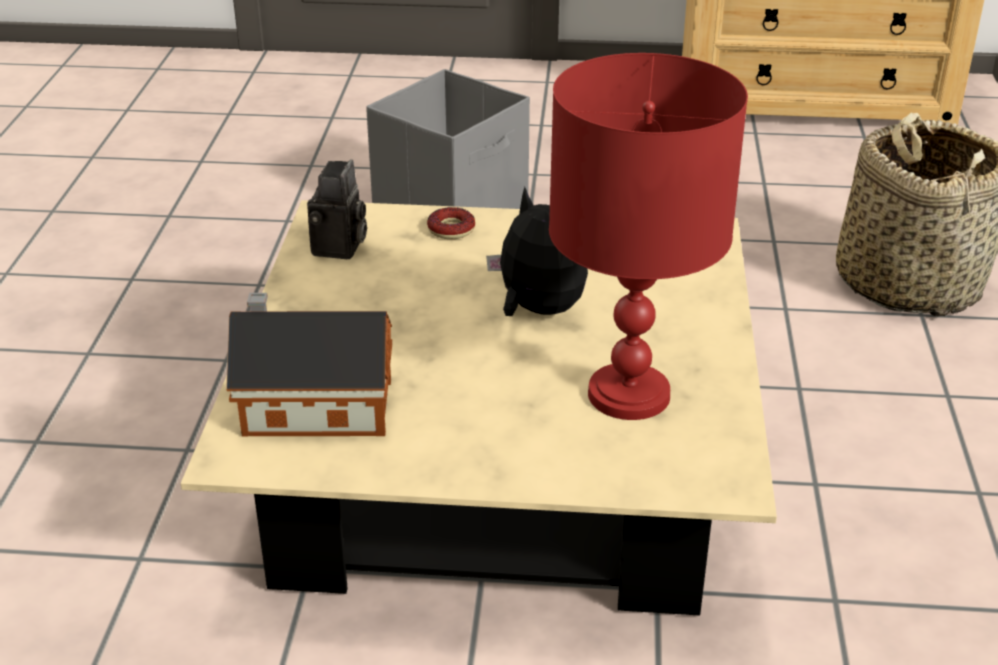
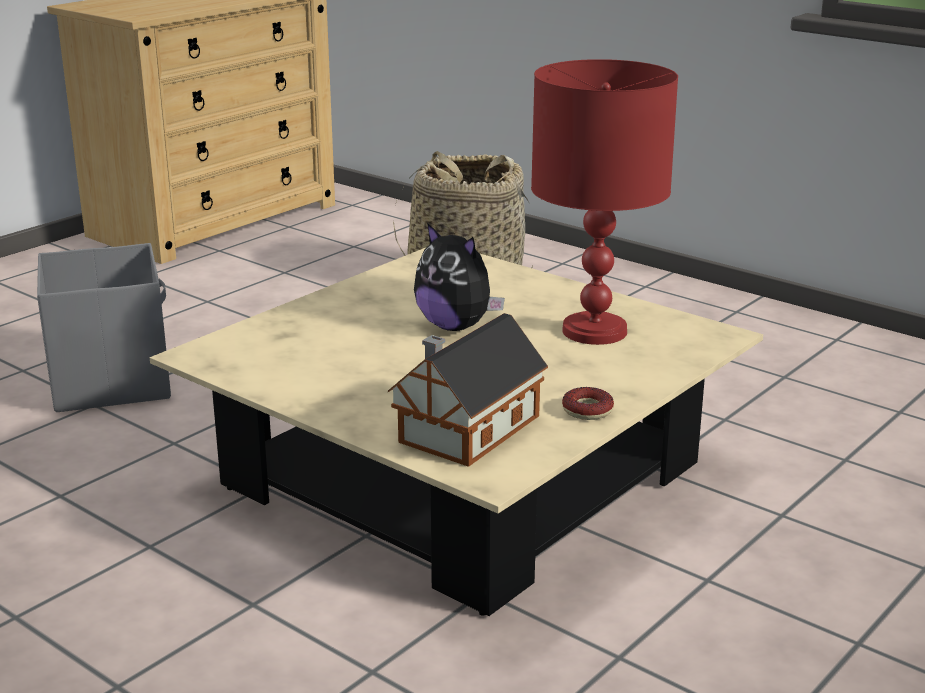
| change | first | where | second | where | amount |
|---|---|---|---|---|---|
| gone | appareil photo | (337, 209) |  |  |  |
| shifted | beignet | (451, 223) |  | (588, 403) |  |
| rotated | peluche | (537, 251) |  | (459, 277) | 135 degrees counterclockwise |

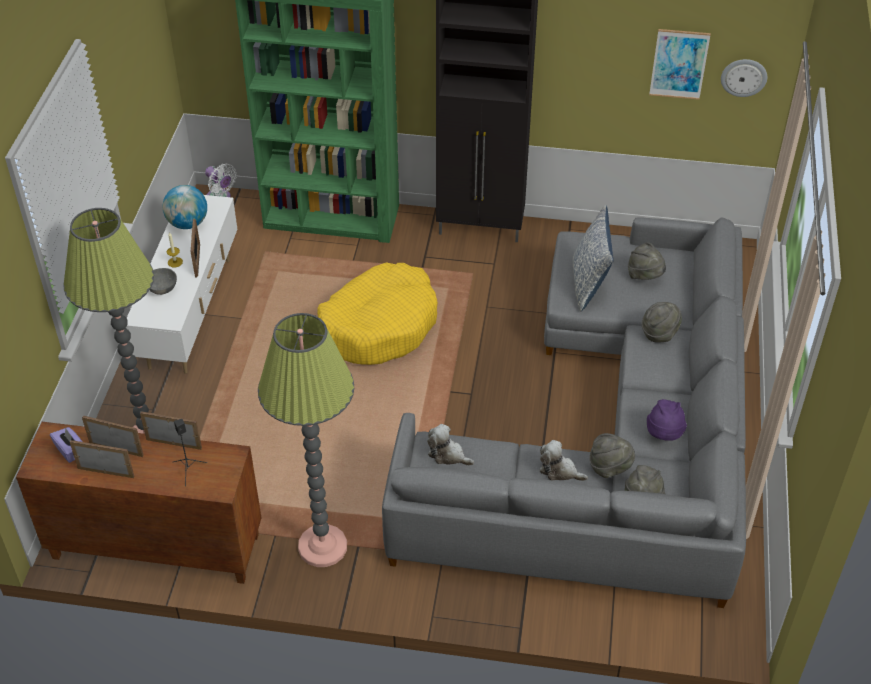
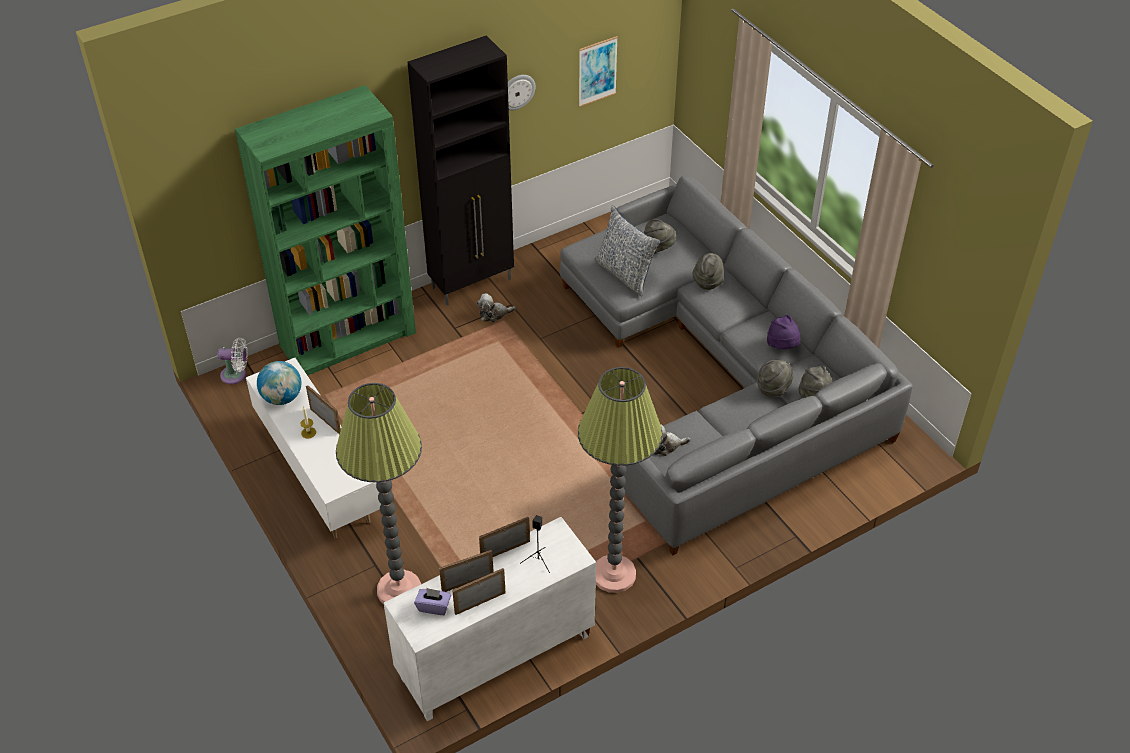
| change | first | where | second | where | amount |
|---|---|---|---|---|---|
| repainted | meuble de rangement/marron | (138, 503) | meuble de rangement/blanc | (489, 619) |  |
| gone | bol/gris | (163, 281) |  |  |  |
| gone | panier pour chien/jaune | (377, 313) |  |  |  |
| shifted | peluche | (564, 460) |  | (496, 307) |  |
| shifted | horloge murale | (744, 78) |  | (521, 92) |  |

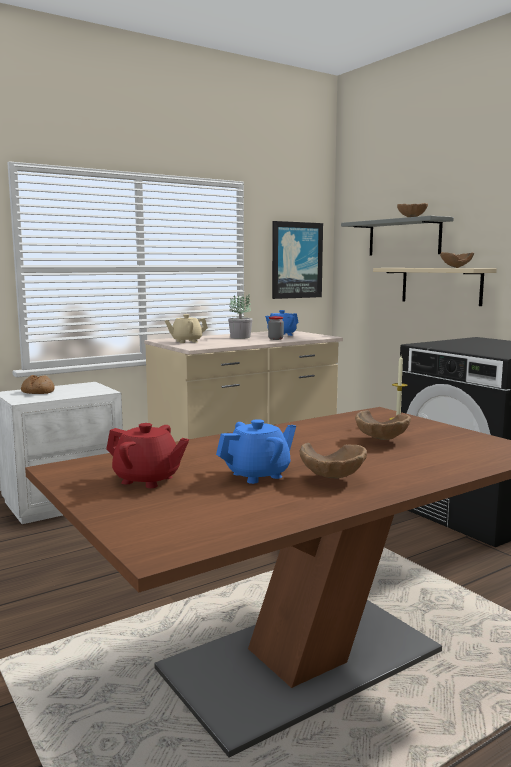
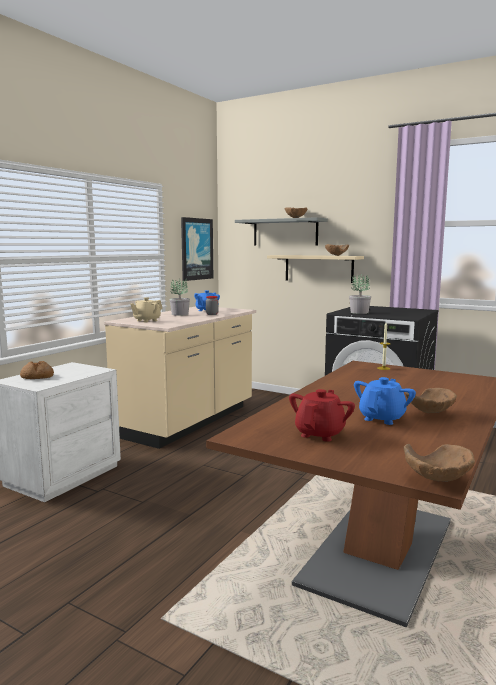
| change | first | where | second | where | amount |
|---|---|---|---|---|---|
| rotated | théière/rouge | (147, 455) |  | (322, 415) | 60 degrees counterclockwise |
| shifted | bol/marron | (383, 425) |  | (439, 463) |  |
| new |  |  | plante en pot | (360, 294) |  |

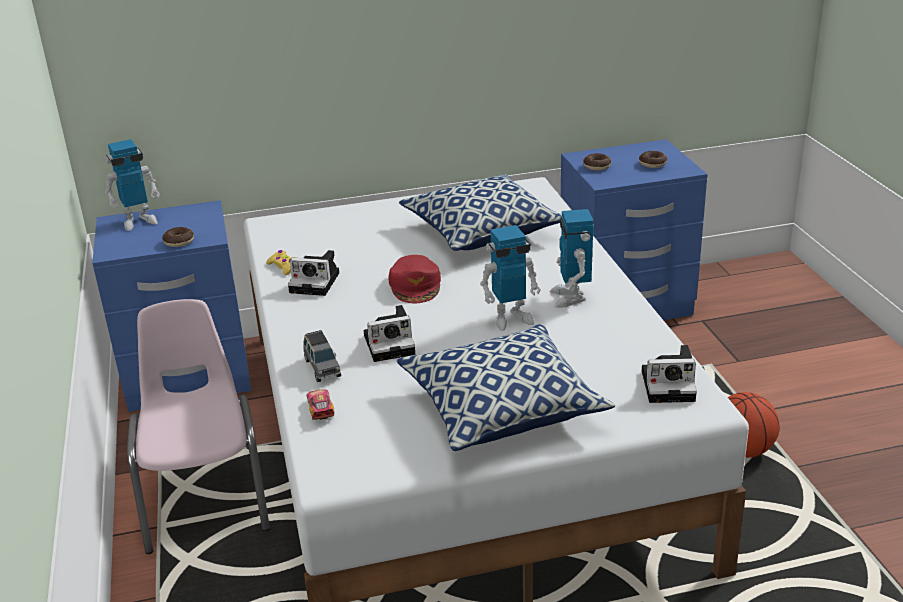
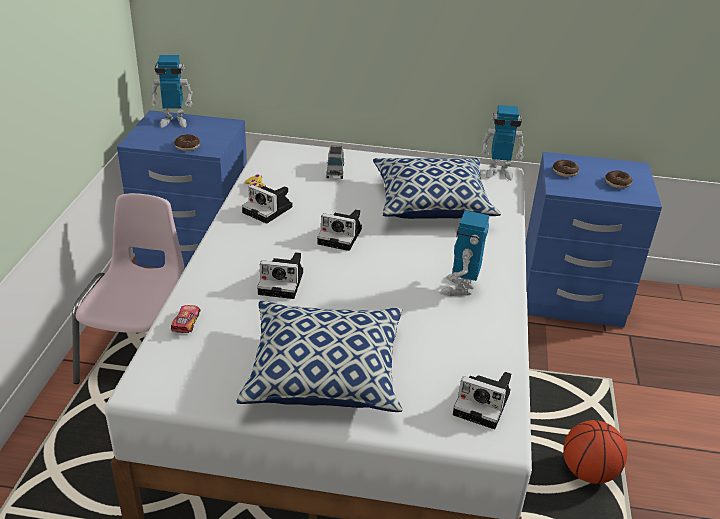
| change | first | where | second | where | amount |
|---|---|---|---|---|---|
| shifted | petite voiture/gris | (322, 356) |  | (335, 162) |  |
| swapped | casquette/rouge | (414, 279) | appareil photo | (339, 230) |  |
| shifted | robot jouet | (510, 278) |  | (502, 142) |  |

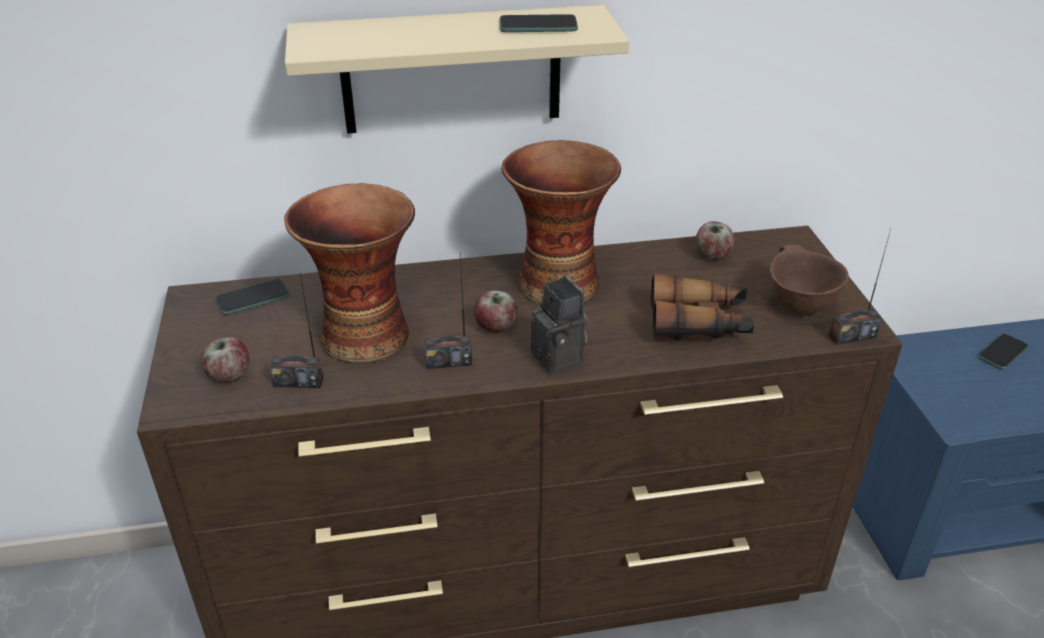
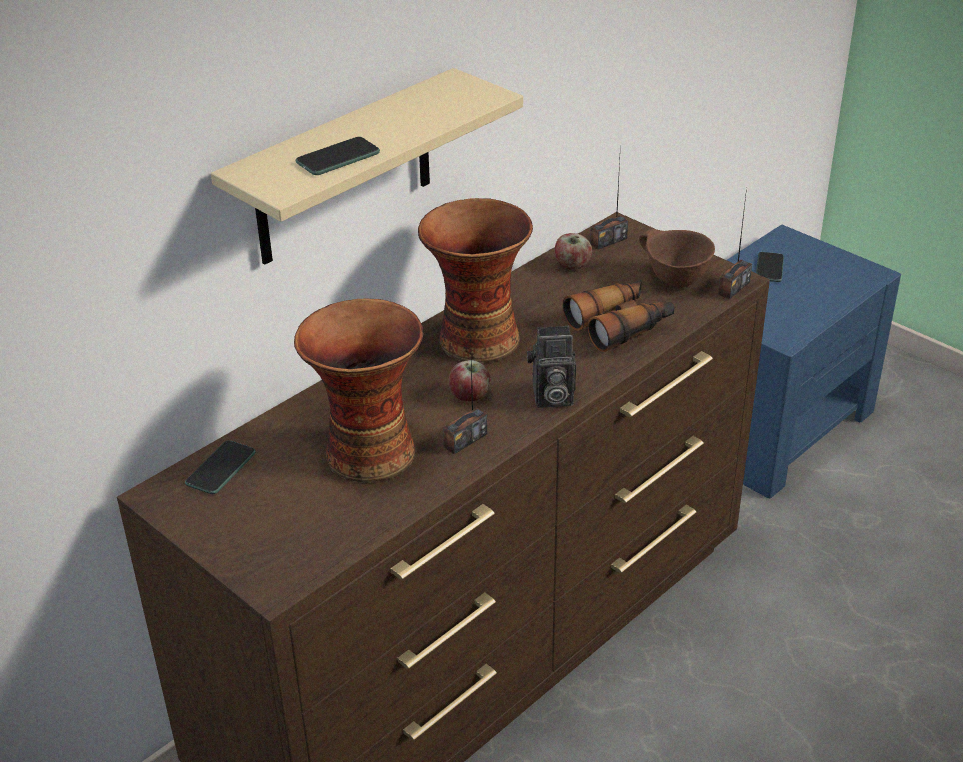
| change | first | where | second | where | amount |
|---|---|---|---|---|---|
| gone | pomme | (225, 360) |  |  |  |
| shifted | radio | (296, 331) |  | (609, 197) |  |
| shifted | téléphone | (538, 23) |  | (338, 156) |  |
| rotated | appareil photo | (559, 325) |  | (551, 367) | 150 degrees clockwise |

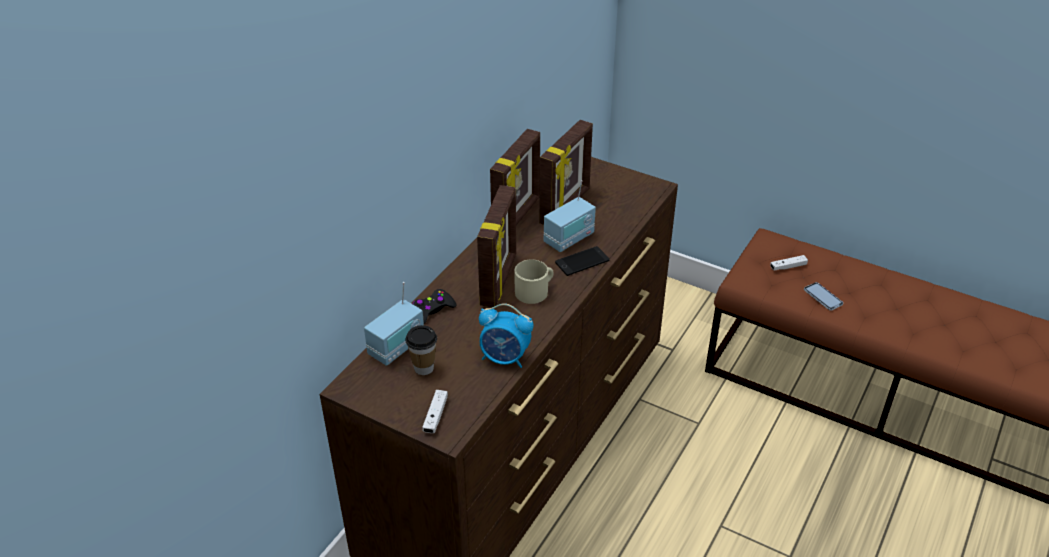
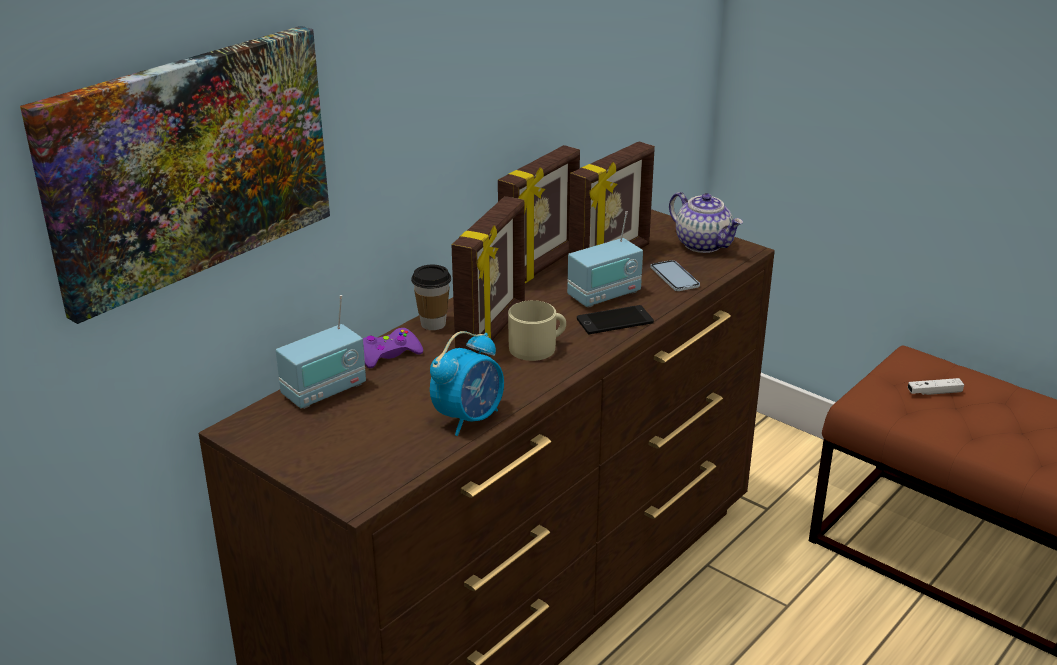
| change | first | where | second | where | amount |
|---|---|---|---|---|---|
| shifted | tasse | (421, 350) |  | (431, 297) |  |
| repainted | manette/noir | (435, 306) | manette/violet | (393, 348) |  |
| gone | manette/blanc | (435, 411) |  |  |  |
| rotated | réveil | (506, 335) |  | (467, 383) | 75 degrees counterclockwise |
| shifted | téléphone | (823, 296) |  | (675, 275) |  |
| new |  |  | tableau | (175, 175) |  |
| new |  |  | théière | (706, 222) |  |

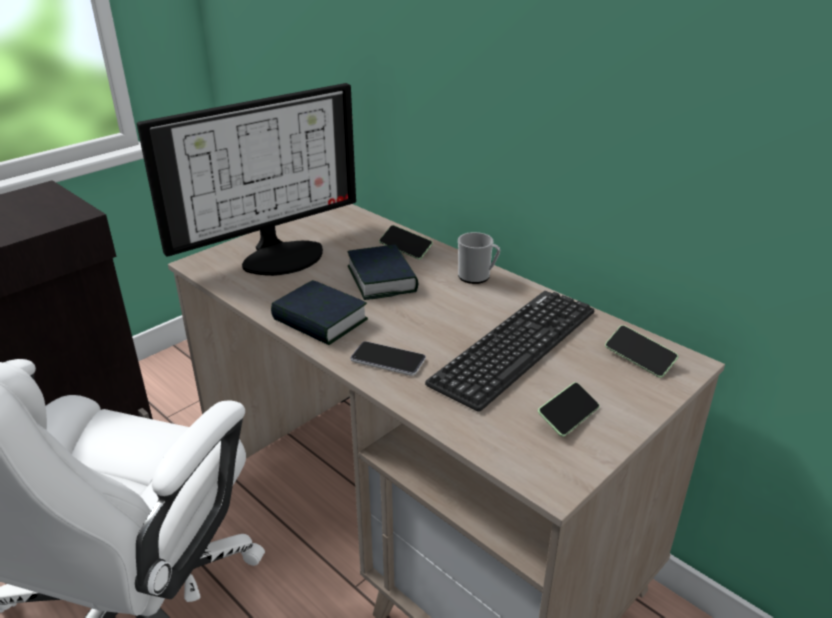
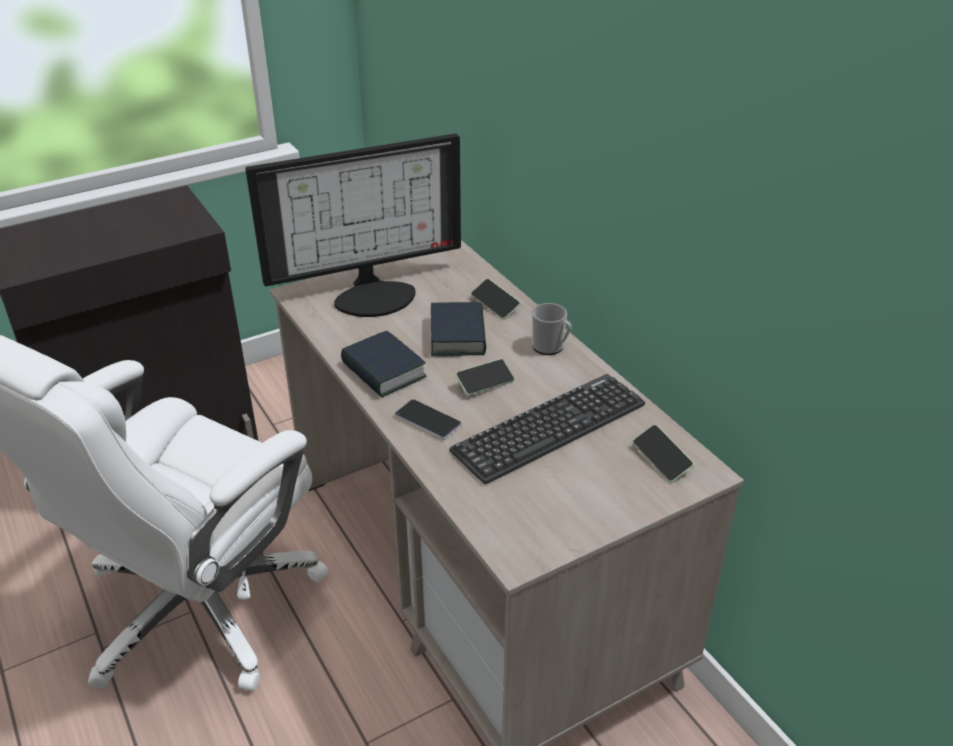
| change | first | where | second | where | amount |
|---|---|---|---|---|---|
| shifted | téléphone | (569, 409) |  | (485, 377) |  |

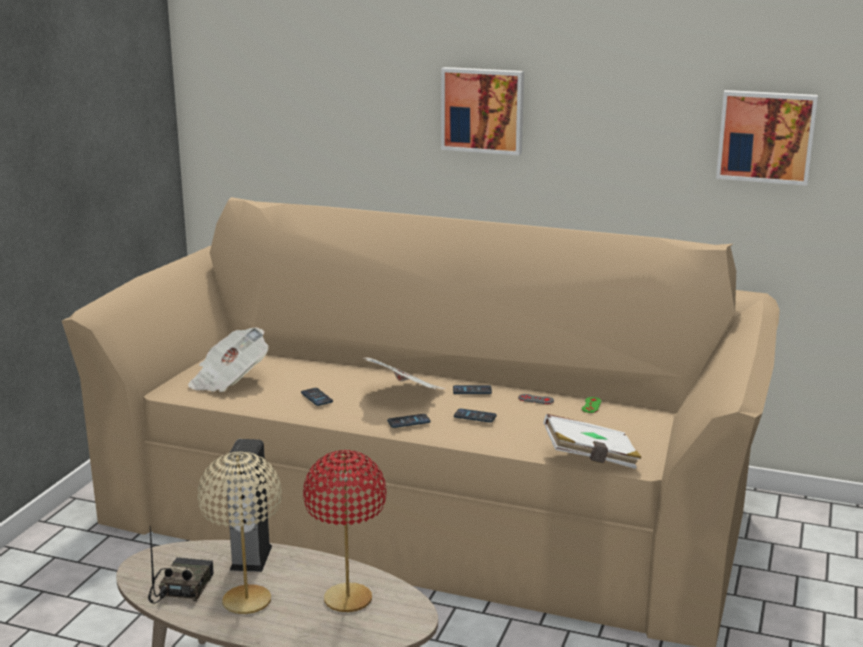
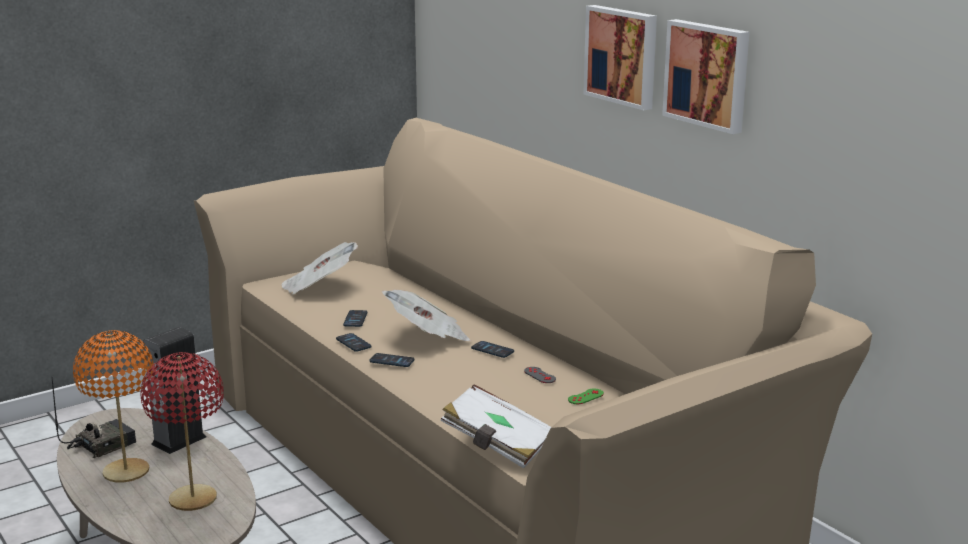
| change | first | where | second | where | amount |
|---|---|---|---|---|---|
| repainted | lampe de table/beige | (239, 532) | lampe de table/orange | (113, 406) |  |
| shifted | téléphone | (475, 416) |  | (354, 342) |  |
| shifted | tableau | (767, 138) |  | (706, 76) |  |

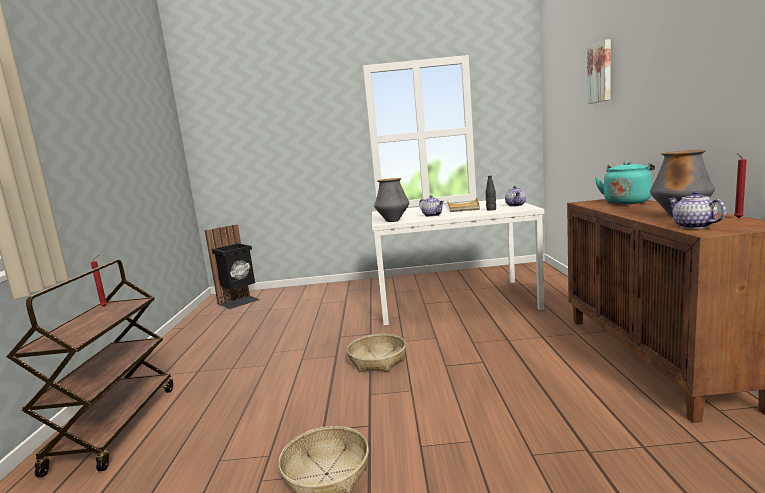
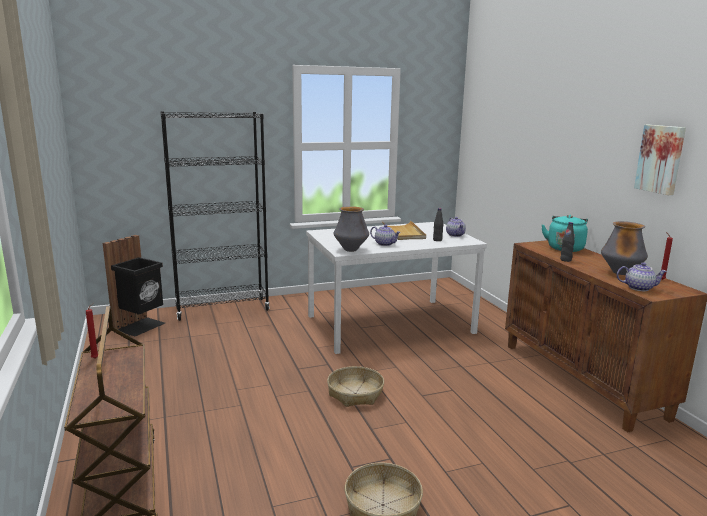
| change | first | where | second | where | amount |
|---|---|---|---|---|---|
| shifted | tableau | (599, 71) |  | (660, 160) |  |
| rotated | théière | (697, 210) |  | (641, 276) | 135 degrees clockwise |
| new |  |  | bibliothèque/noir | (215, 216) |  |
| new |  |  | bouteille/noir | (567, 242) |  |

